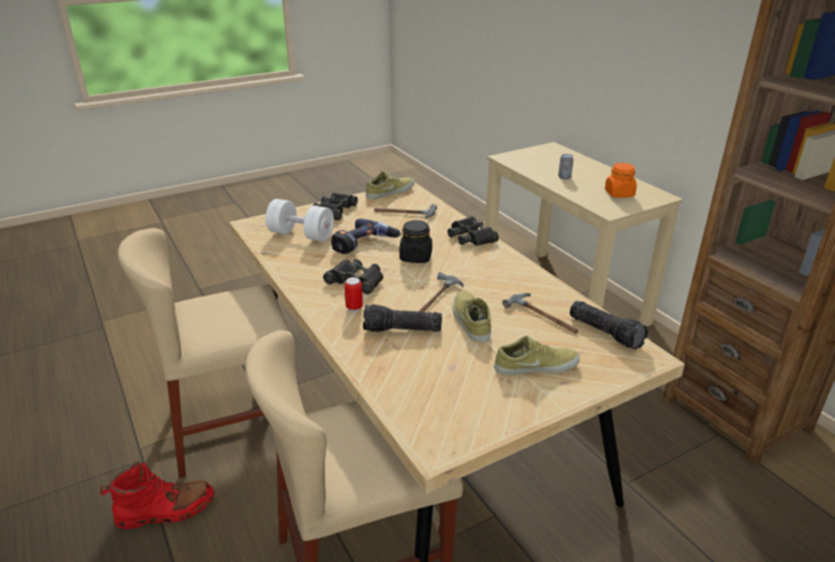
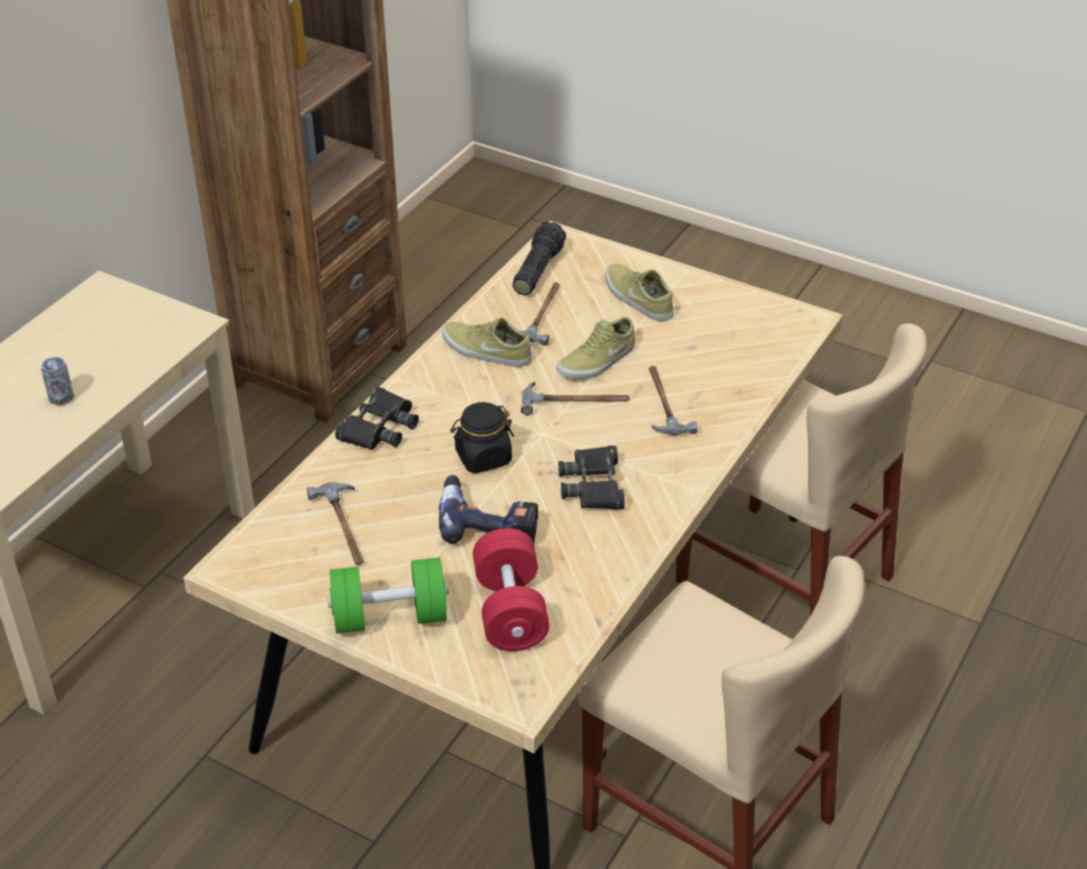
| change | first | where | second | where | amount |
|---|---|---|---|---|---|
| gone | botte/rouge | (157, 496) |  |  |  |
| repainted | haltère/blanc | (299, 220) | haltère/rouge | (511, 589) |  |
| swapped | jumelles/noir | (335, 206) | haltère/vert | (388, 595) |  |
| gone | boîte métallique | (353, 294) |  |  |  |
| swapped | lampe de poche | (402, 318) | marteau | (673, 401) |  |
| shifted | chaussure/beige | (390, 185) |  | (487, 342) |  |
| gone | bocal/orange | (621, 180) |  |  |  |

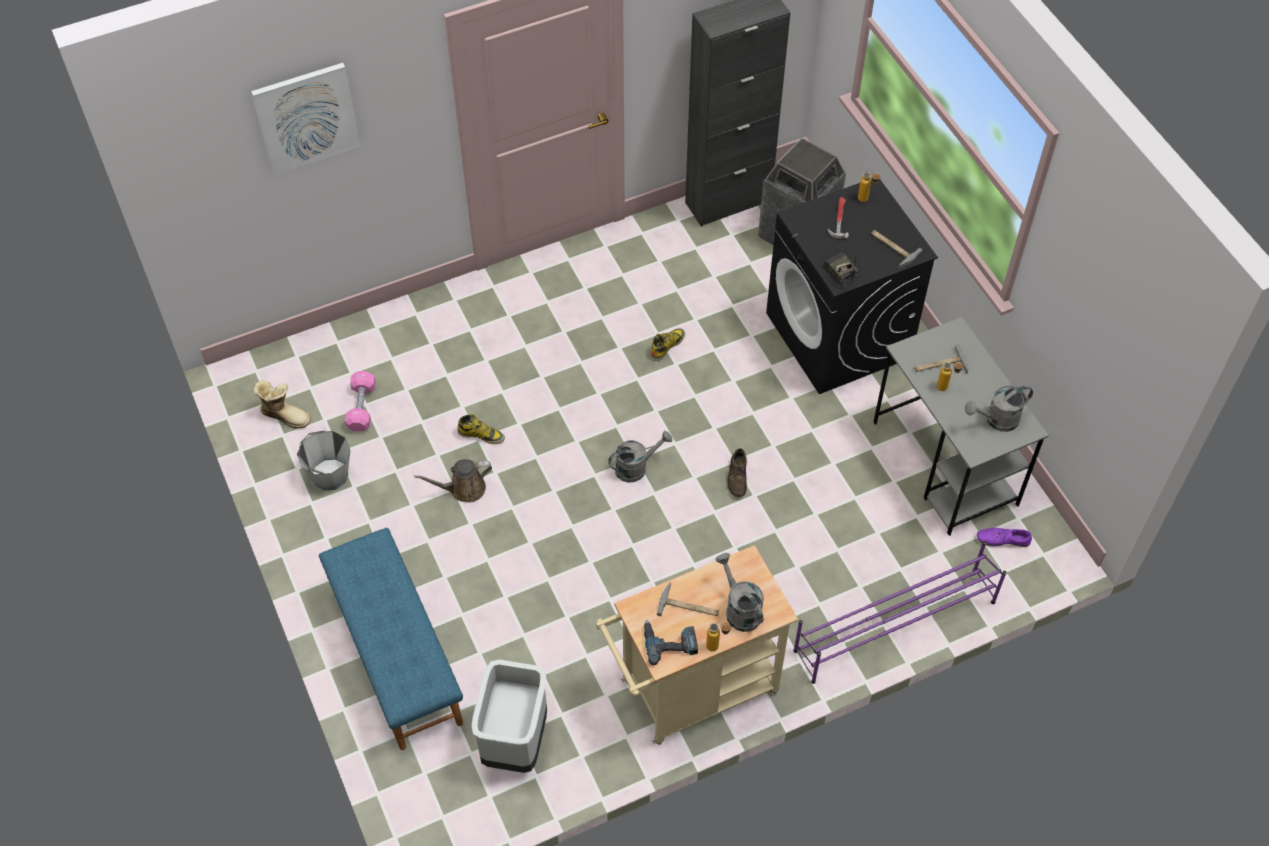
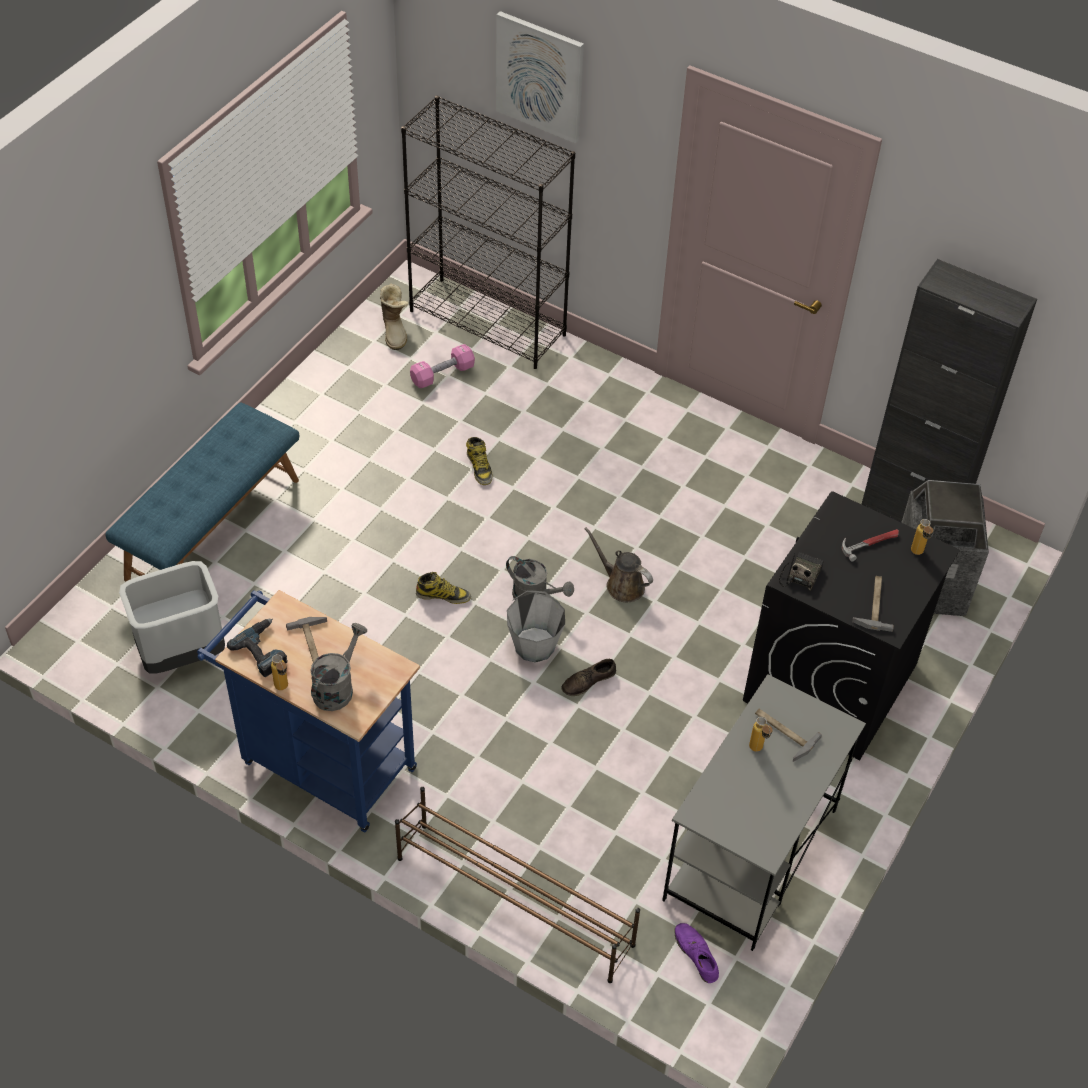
| change | first | where | second | where | amount |
|---|---|---|---|---|---|
| shifted | seau/gris | (323, 460) |  | (536, 626) |  |
| shifted | arrosoir/marron | (453, 481) |  | (618, 564) |  |
| repainted | chariot/beige | (696, 645) | chariot/bleu | (308, 711) |  |
| shifted | botte | (668, 344) |  | (443, 588) |  |
| repainted | étagère à chaussures/violet | (900, 612) | étagère à chaussures/marron | (517, 885) |  |
| gone | arrosoir/gris | (999, 408) |  |  |  |
| new |  |  | bibliothèque/noir | (488, 232) |  |

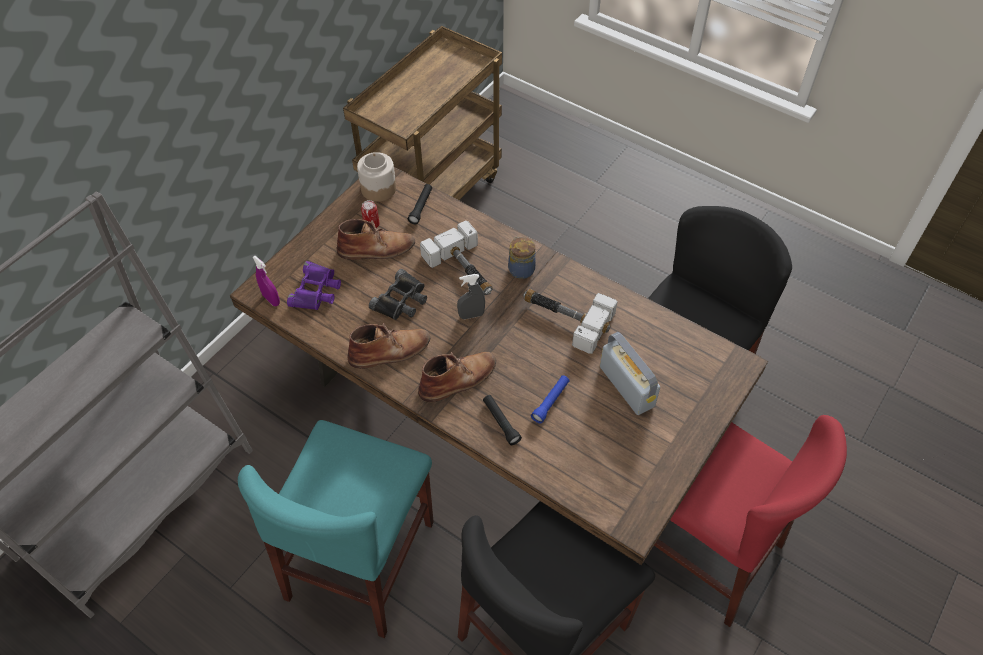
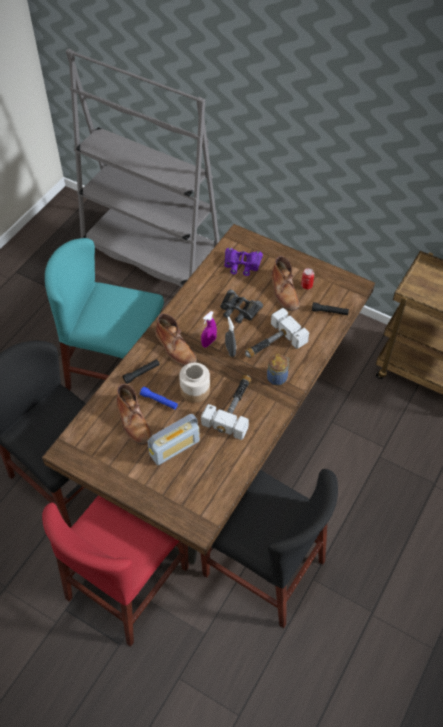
| change | first | where | second | where | amount |
|---|---|---|---|---|---|
| shifted | vaporisateur/violet | (266, 281) |  | (209, 329) |  |
| shifted | botte/marron | (388, 346) |  | (134, 414) |  |
| shifted | bocal | (376, 177) |  | (194, 383) |  |

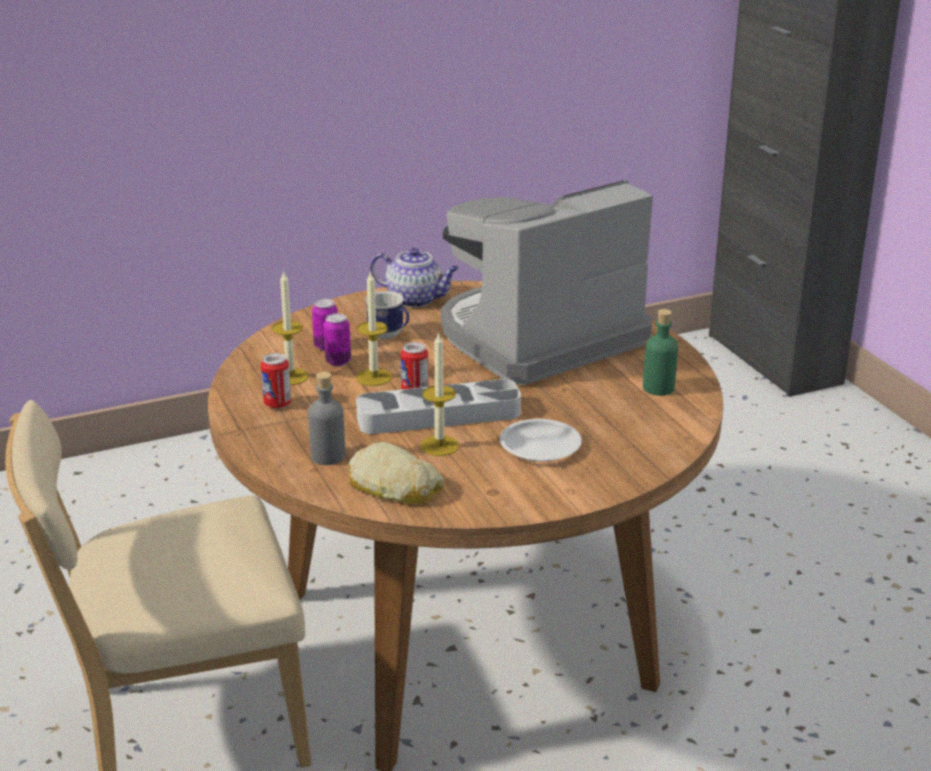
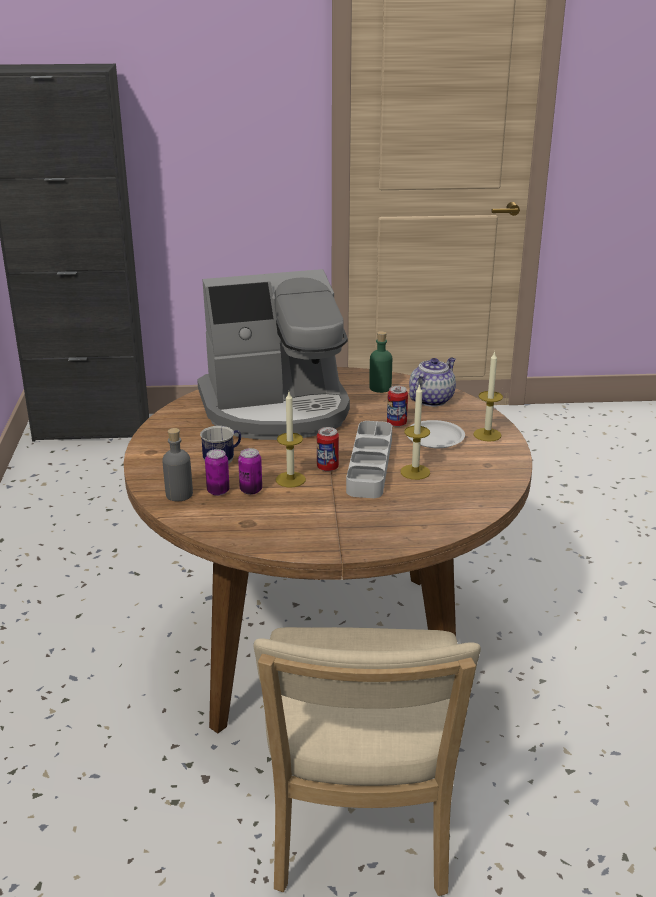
| change | first | where | second | where | amount |
|---|---|---|---|---|---|
| shifted | boîte métallique | (276, 381) |  | (397, 406) |  |
| shifted | bougie | (290, 327) |  | (488, 396) |  |
| shifted | bouteille/gris | (326, 418) |  | (177, 464) |  |
| gone | pain | (396, 473) |  |  |  |
| shifted | théière | (414, 278) |  | (432, 382) |  |
| rotated | machine à café | (547, 282) |  | (273, 354) | 90 degrees counterclockwise |

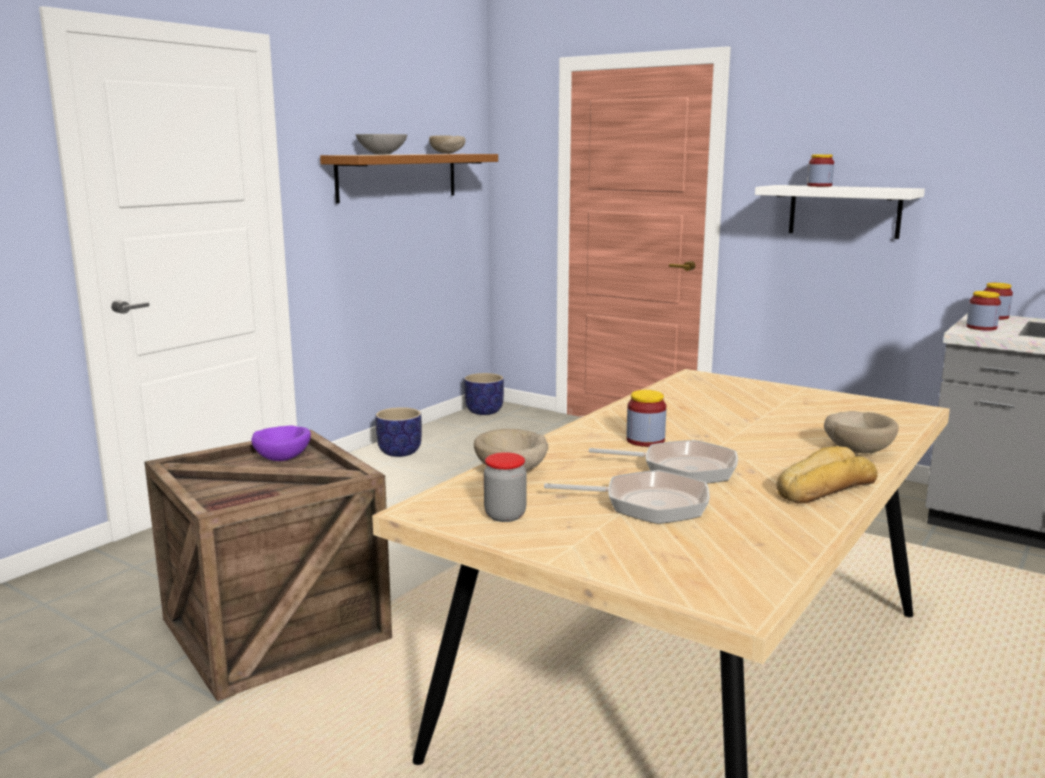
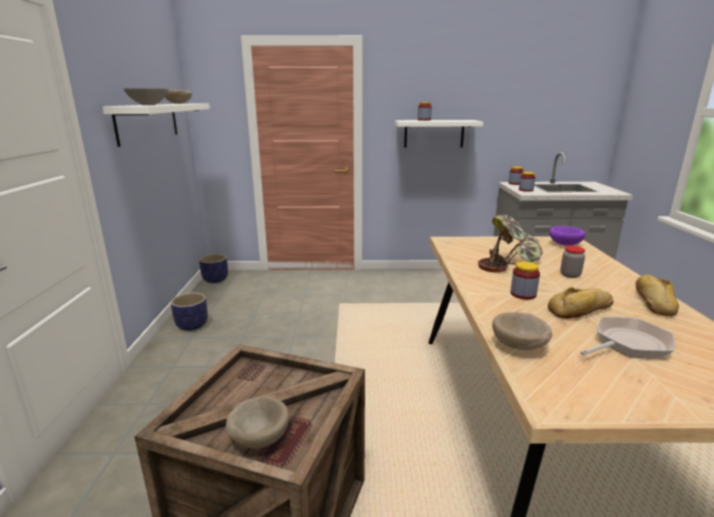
| change | first | where | second | where | amount |
|---|---|---|---|---|---|
| shifted | bol/violet | (281, 443) |  | (567, 236) |  |
| repainted | étagère/marron | (409, 179) | étagère/blanc | (156, 125) |  |
| shifted | bocal | (505, 487) |  | (572, 262) |  |
| swapped | poêle | (663, 461) | pain | (581, 303) |  |
| shifted | bol/beige | (861, 432) |  | (257, 422) |  |
| new |  |  | plante en pot | (510, 243) |  |

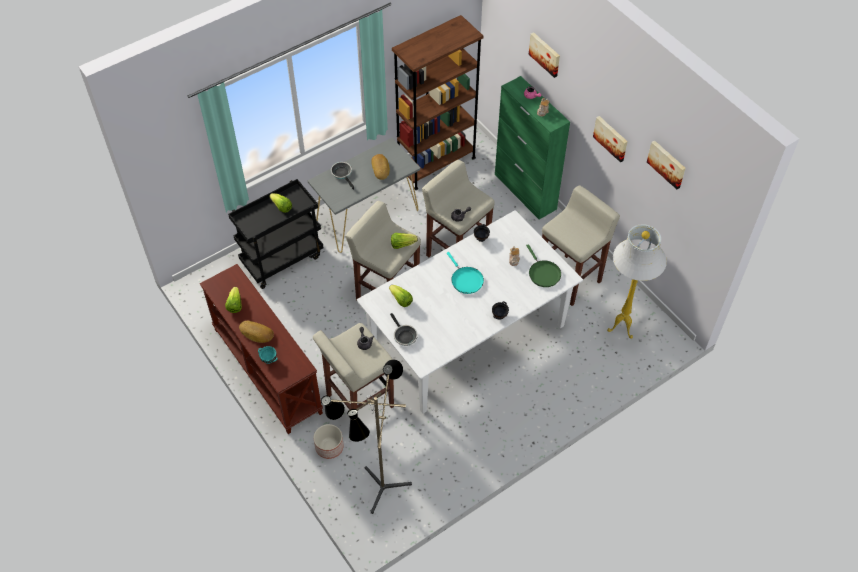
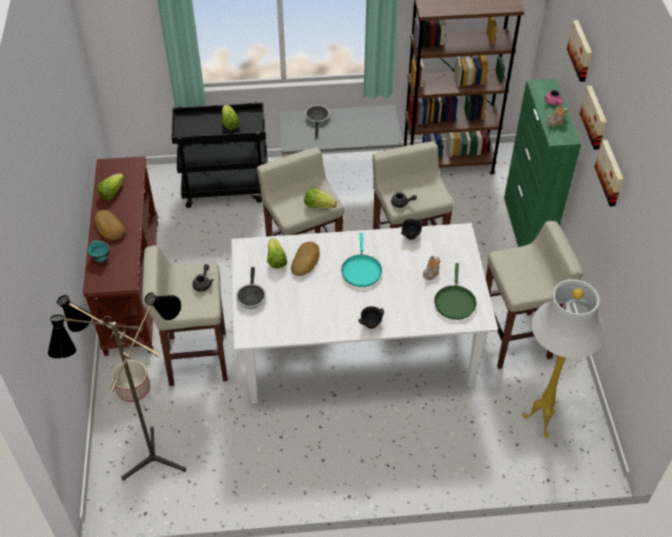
| change | first | where | second | where | amount |
|---|---|---|---|---|---|
| shifted | pain | (380, 167) |  | (305, 259) |  |
| shifted | tableau | (666, 164) |  | (593, 118) |  |

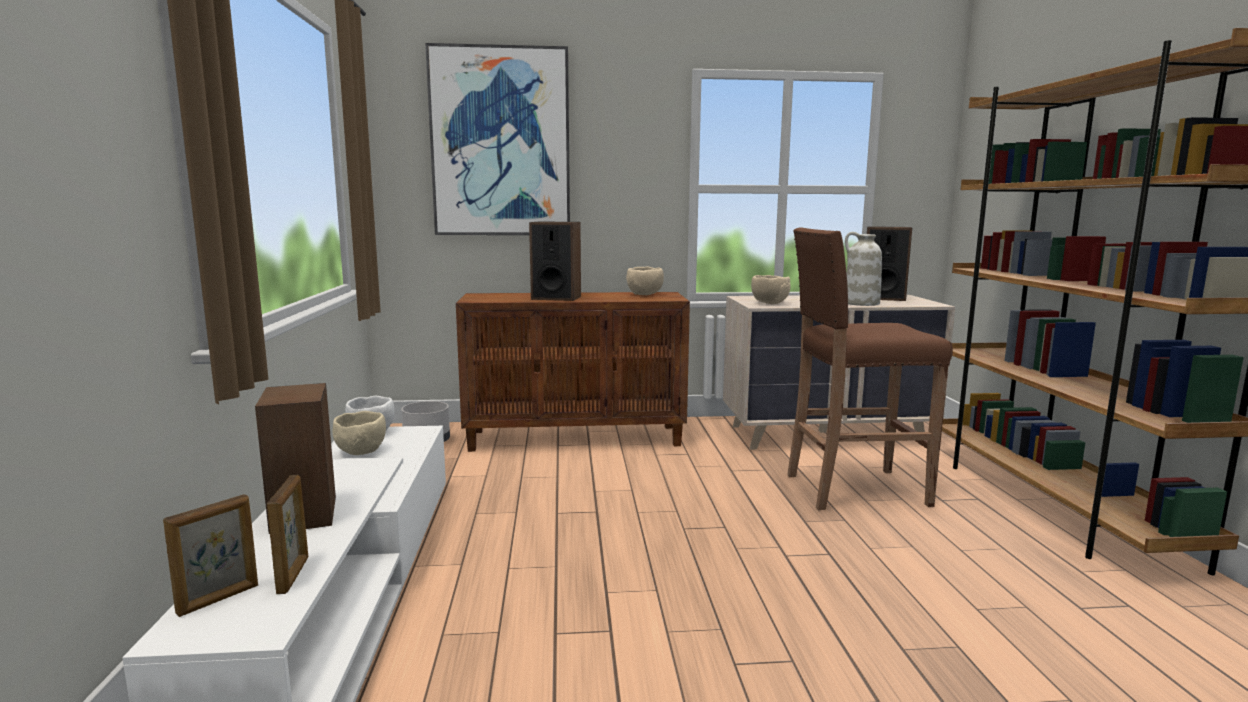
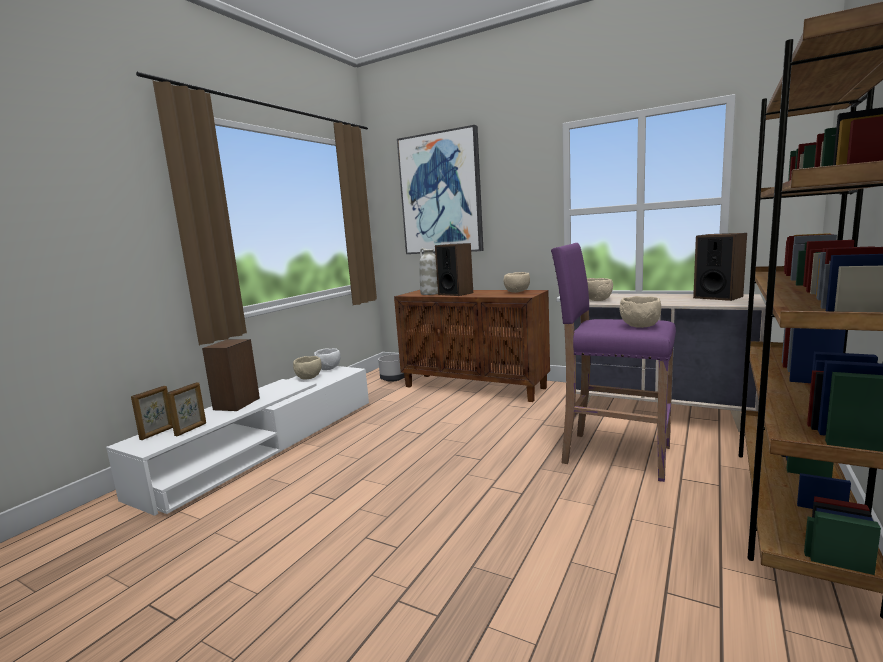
| change | first | where | second | where | amount |
|---|---|---|---|---|---|
| rotated | cadre photo | (210, 555) |  | (152, 413) | 45 degrees counterclockwise |
| repainted | tabouret/marron | (870, 368) | tabouret/violet | (613, 362) |  |
| shifted | vase/blanc | (863, 269) |  | (428, 271) |  |
| new |  |  | bol/beige | (640, 312) |  |

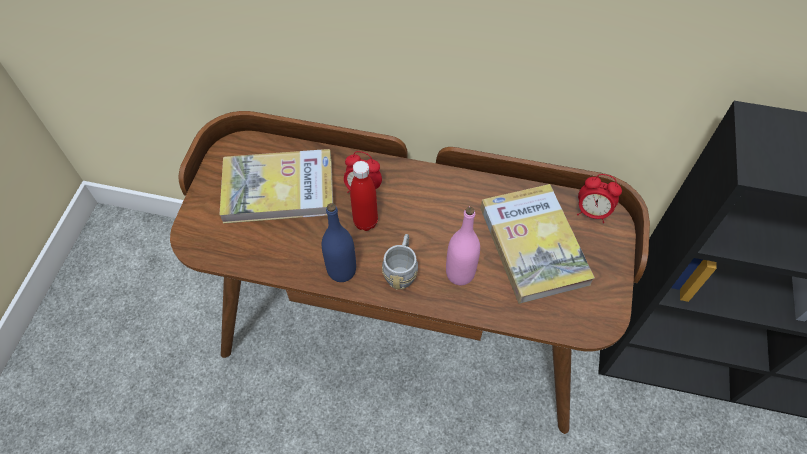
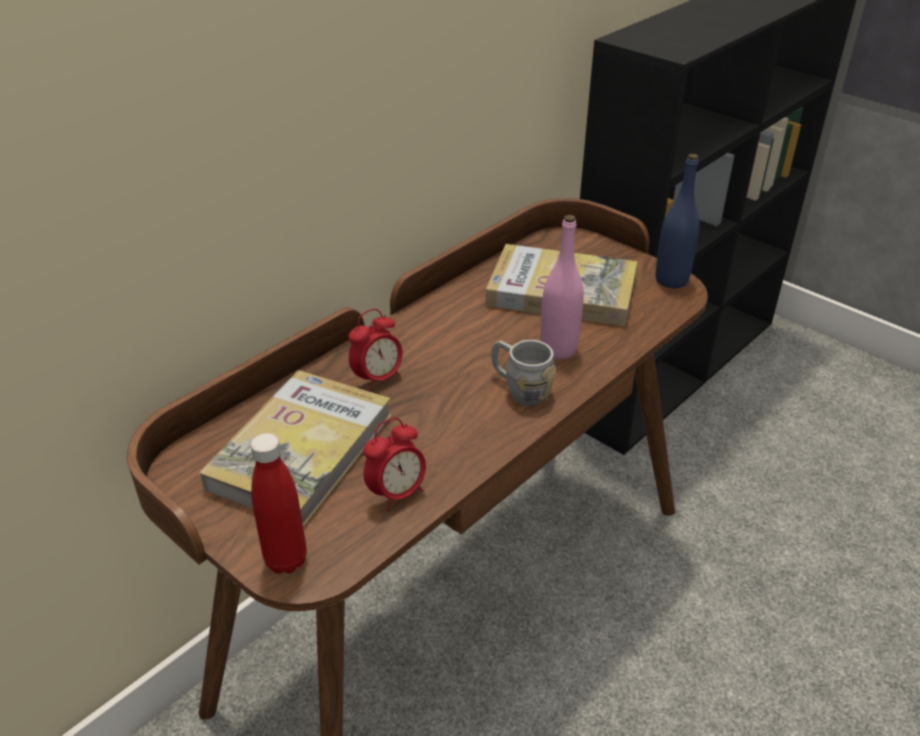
| change | first | where | second | where | amount |
|---|---|---|---|---|---|
| shifted | bouteille/bleu | (339, 242) |  | (677, 221) |  |
| shifted | bouteille/rouge | (364, 196) |  | (278, 503) |  |
| shifted | réveil | (599, 198) |  | (394, 464) |  |

